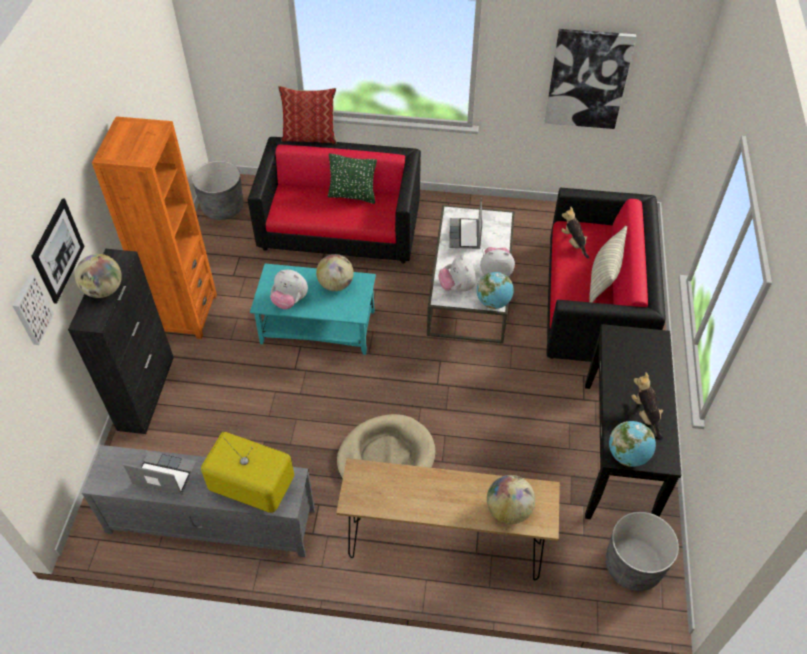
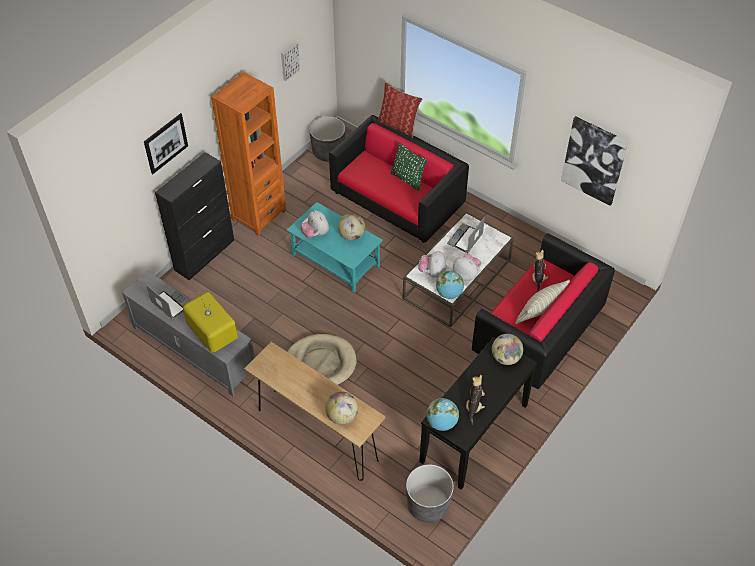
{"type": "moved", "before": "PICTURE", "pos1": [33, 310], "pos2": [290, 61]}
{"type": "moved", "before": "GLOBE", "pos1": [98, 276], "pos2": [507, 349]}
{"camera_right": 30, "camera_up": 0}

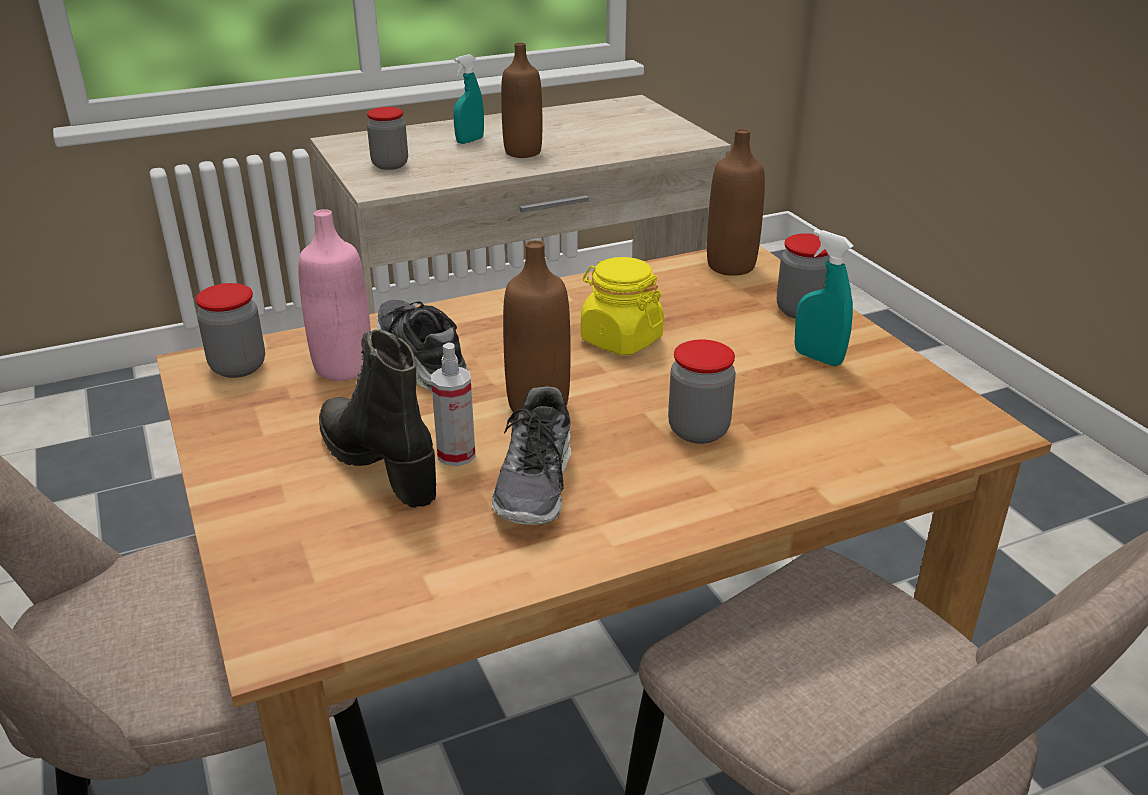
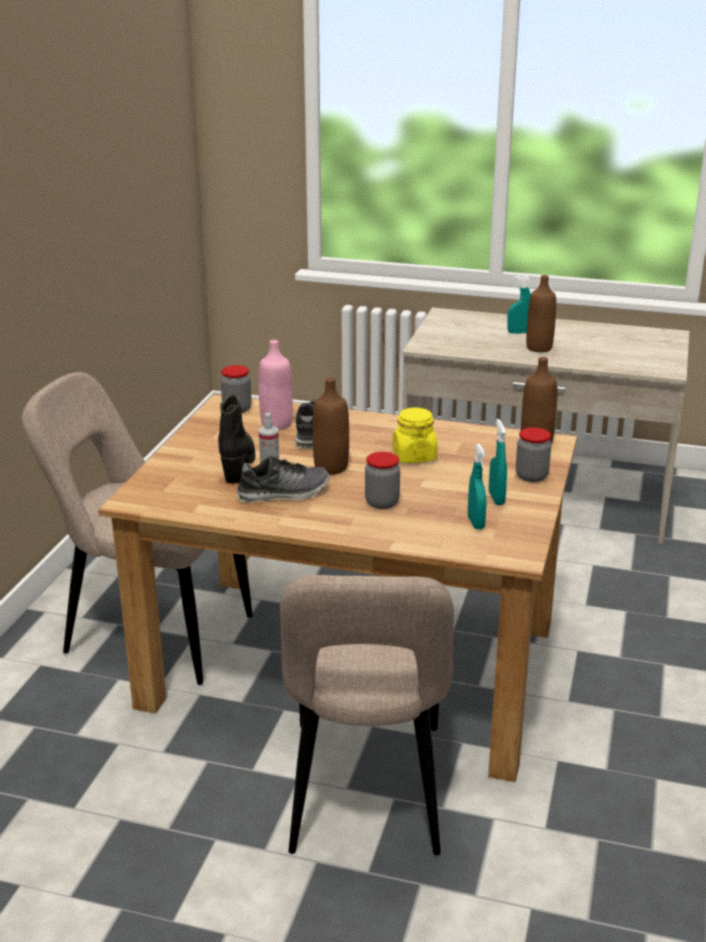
{"type": "turned", "before": "SHOE", "pos1": [531, 455], "pos2": [283, 479], "turn": -150}
{"type": "added", "after": "TURQUOISE SPRAY BOTTLE", "pos2": [477, 486]}
{"type": "removed", "before": "JAR", "pos1": [387, 138]}
{"camera_right": 40, "camera_up": -5}

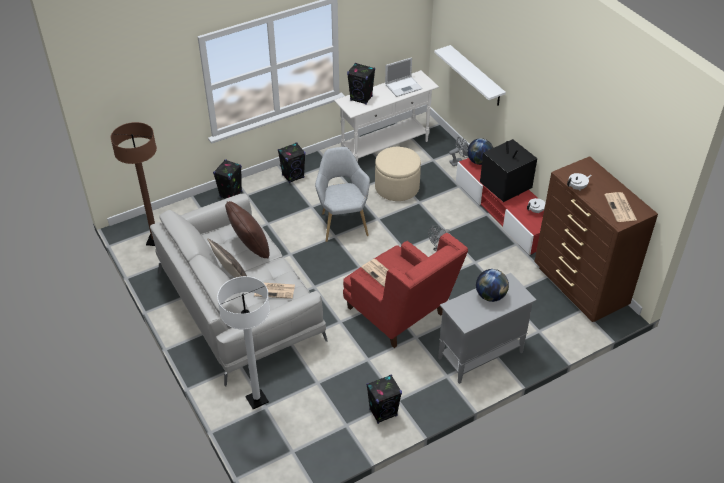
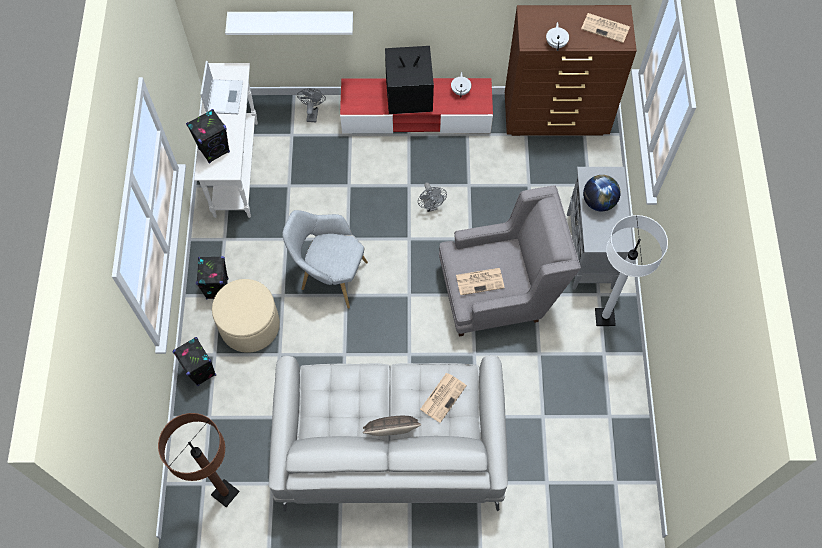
{"type": "moved", "before": "BEIGE OTTOMAN", "pos1": [398, 174], "pos2": [246, 316]}
{"type": "recoloured", "before": "RED ARMCHAIR", "after": "GREY ARMCHAIR", "pos1": [405, 290], "pos2": [510, 261]}
{"type": "moved", "before": "WHITE FLOOR LAMP", "pos1": [243, 342], "pos2": [631, 270]}
{"type": "removed", "before": "BROWN PILLOW", "pos1": [247, 230]}
{"type": "removed", "before": "BLACK SPEAKER", "pos1": [384, 399]}
{"type": "removed", "before": "GLOBE", "pos1": [480, 151]}
{"camera_right": -60, "camera_up": 20}

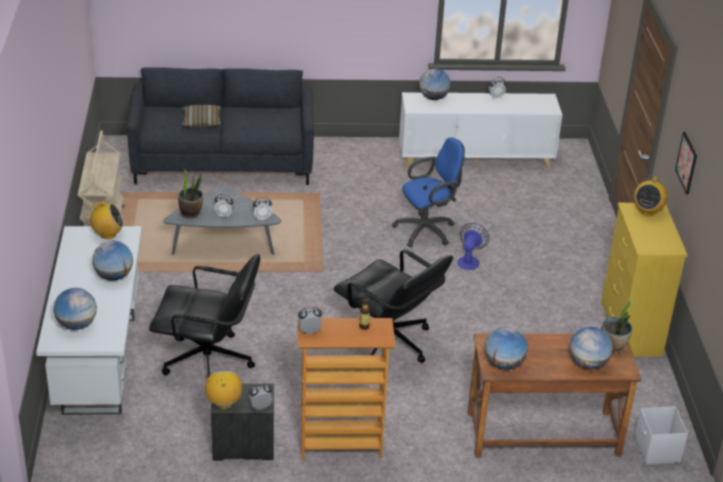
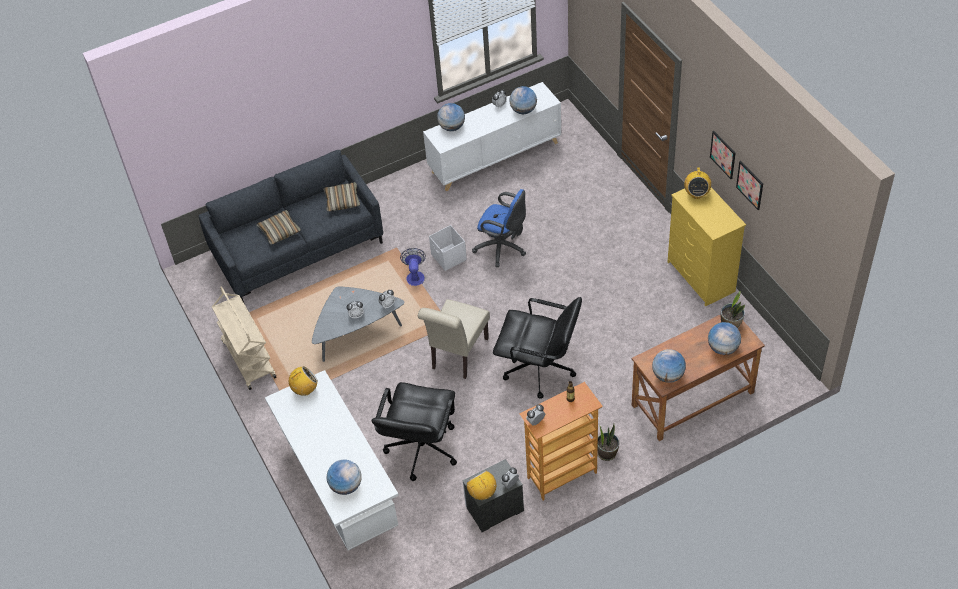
{"type": "added", "after": "PILLOW", "pos2": [341, 197]}
{"type": "turned", "before": "BLACK OFFICE CHAIR", "pos1": [204, 315], "pos2": [414, 431], "turn": 120}
{"type": "moved", "before": "FAN", "pos1": [473, 246], "pos2": [413, 267]}
{"type": "added", "after": "BEIGE CHAIR", "pos2": [454, 339]}
{"type": "moved", "before": "WHITE STORAGE BOX", "pos1": [661, 435], "pos2": [448, 248]}
{"type": "turned", "before": "BLUE OFFICE CHAIR", "pos1": [428, 192], "pos2": [499, 228], "turn": 75}
{"type": "moved", "before": "GLOBE", "pos1": [112, 260], "pos2": [523, 100]}
{"type": "moved", "before": "POTTED PLANT", "pos1": [190, 194], "pos2": [608, 442]}
{"type": "added", "after": "PICTURE", "pos2": [749, 185]}
{"camera_right": -20, "camera_up": 15}

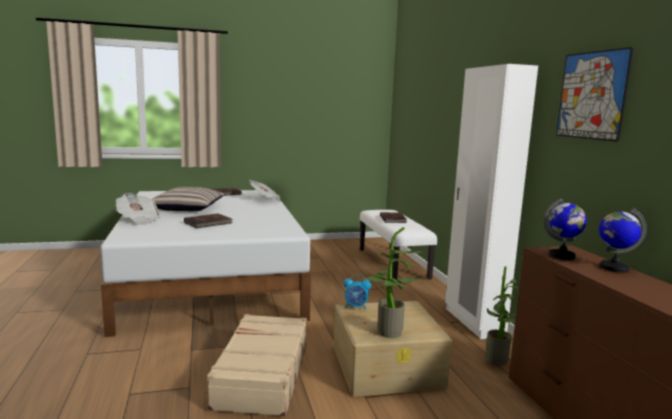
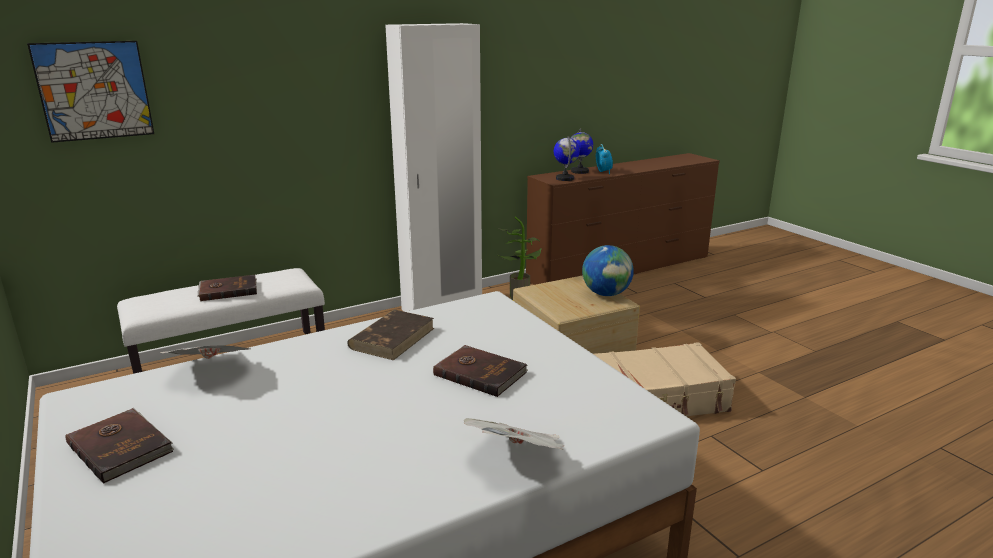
{"type": "moved", "before": "PICTURE", "pos1": [595, 94], "pos2": [90, 92]}
{"type": "added", "after": "BROWN BOOK", "pos2": [391, 335]}
{"type": "replaced", "before": "POTTED PLANT", "after": "GLOBE", "pos1": [395, 282], "pos2": [608, 270]}
{"type": "moved", "before": "ALARM CLOCK", "pos1": [357, 292], "pos2": [604, 159]}
{"type": "removed", "before": "PILLOW", "pos1": [188, 199]}
{"camera_right": -105, "camera_up": 10}

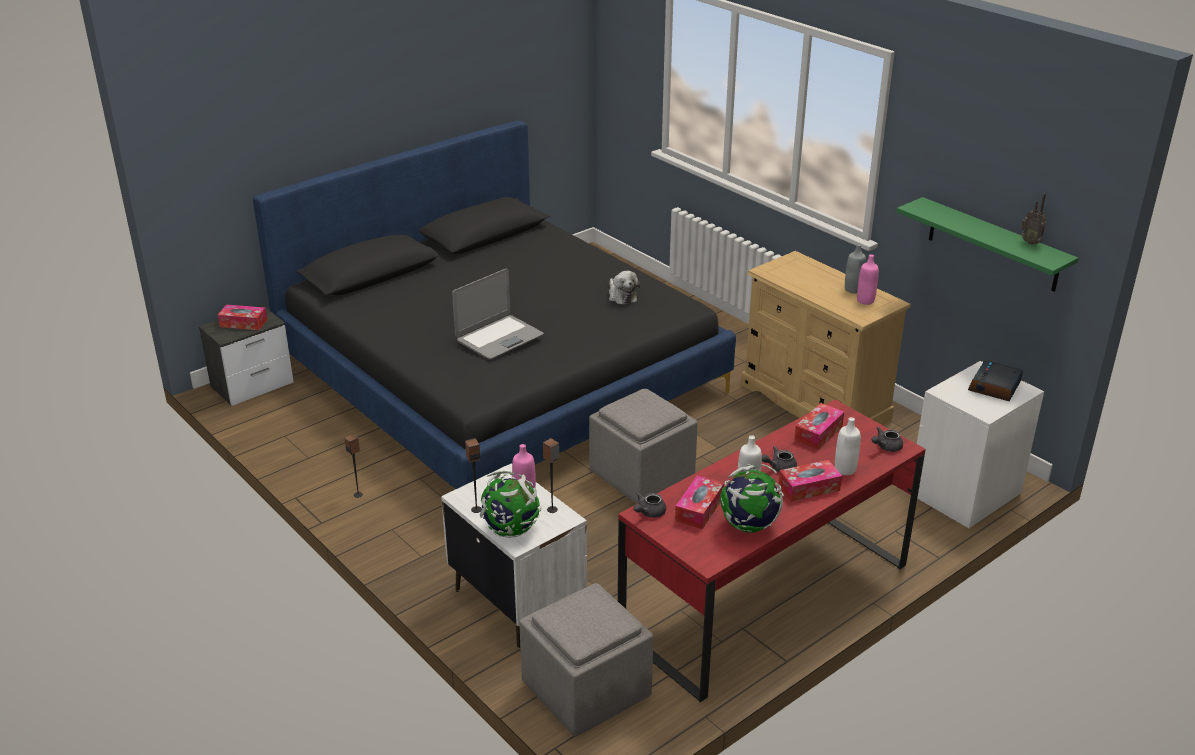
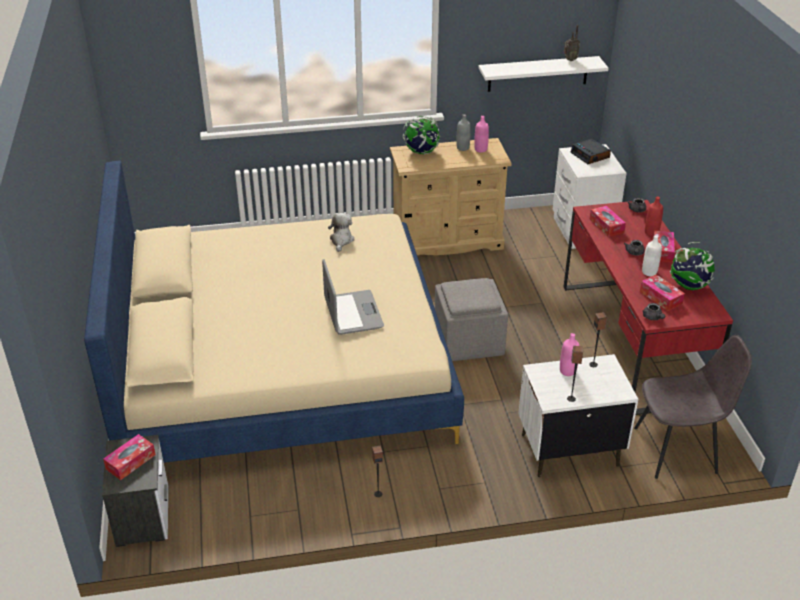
{"type": "recoloured", "before": "BLACK BED", "after": "BEIGE BED", "pos1": [494, 305], "pos2": [274, 311]}
{"type": "turned", "before": "PLUSH TOY", "pos1": [624, 288], "pos2": [341, 232], "turn": -90}
{"type": "moved", "before": "GLOBE", "pos1": [510, 504], "pos2": [421, 135]}
{"type": "recoloured", "before": "GREEN SHELF", "after": "WHITE SHELF", "pos1": [987, 244], "pos2": [544, 74]}
{"type": "replaced", "before": "GREY OTTOMAN", "after": "GREY CHAIR", "pos1": [586, 659], "pos2": [693, 407]}
{"type": "recoloured", "before": "WHITE BOTTLE", "after": "RED BOTTLE", "pos1": [848, 446], "pos2": [654, 216]}
{"camera_right": -60, "camera_up": 5}

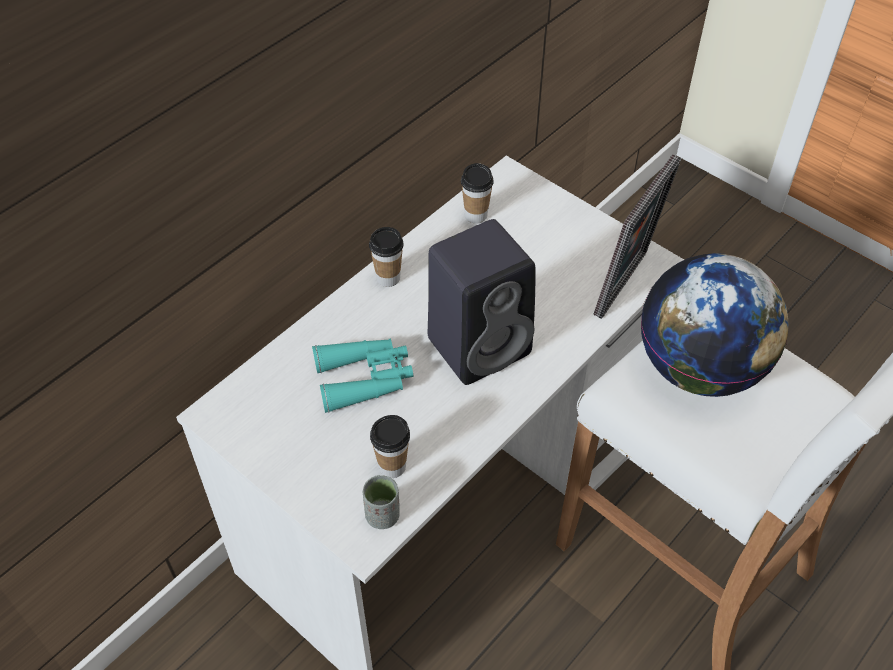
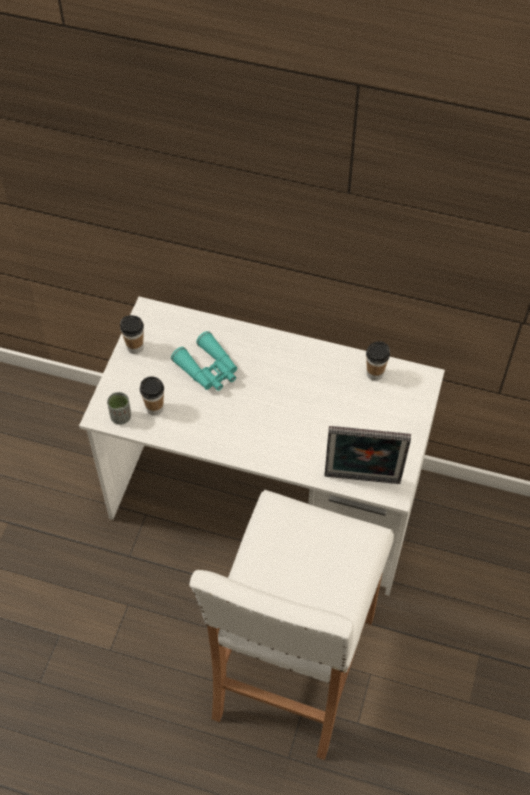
{"type": "moved", "before": "CUP", "pos1": [386, 257], "pos2": [132, 334]}
{"type": "removed", "before": "BLACK SPEAKER", "pos1": [482, 302]}
{"type": "removed", "before": "GLOBE", "pos1": [715, 325]}
{"camera_right": 65, "camera_up": 5}

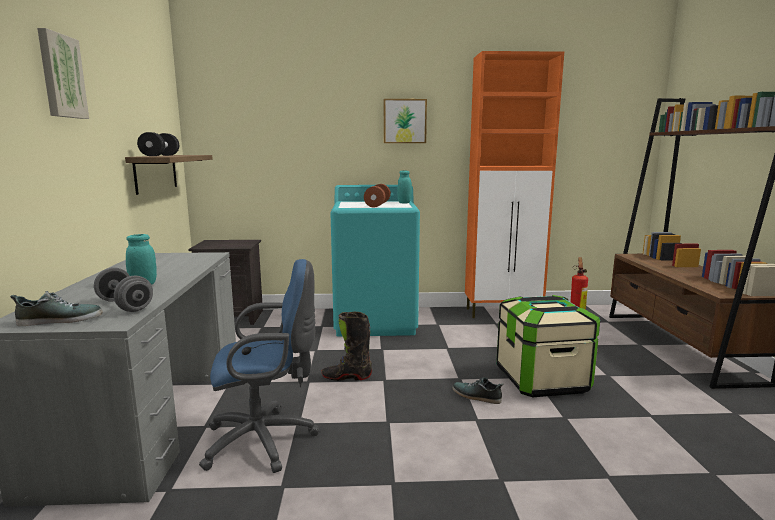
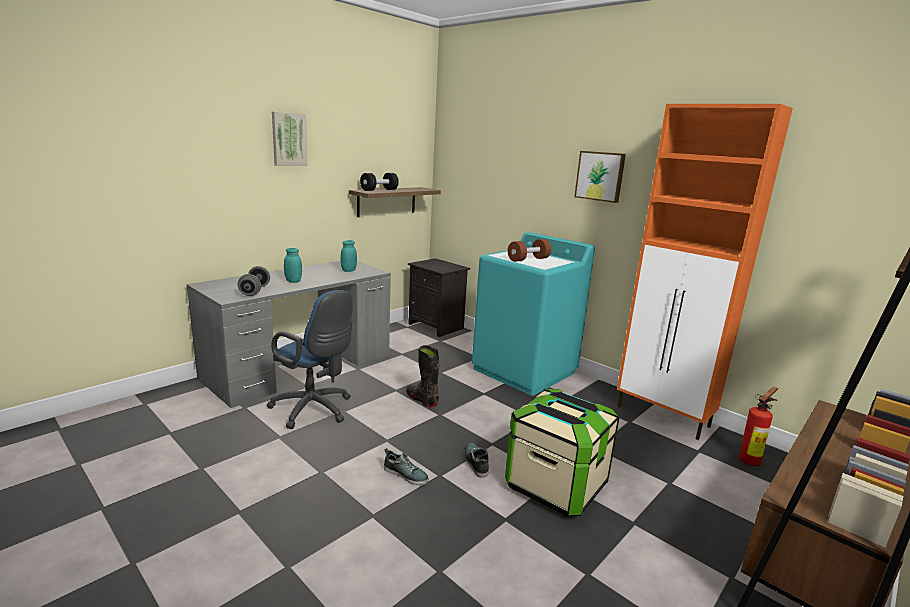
{"type": "moved", "before": "TURQUOISE JAR", "pos1": [404, 187], "pos2": [348, 256]}
{"type": "moved", "before": "SHOE", "pos1": [56, 308], "pos2": [406, 466]}
{"camera_right": 45, "camera_up": 5}

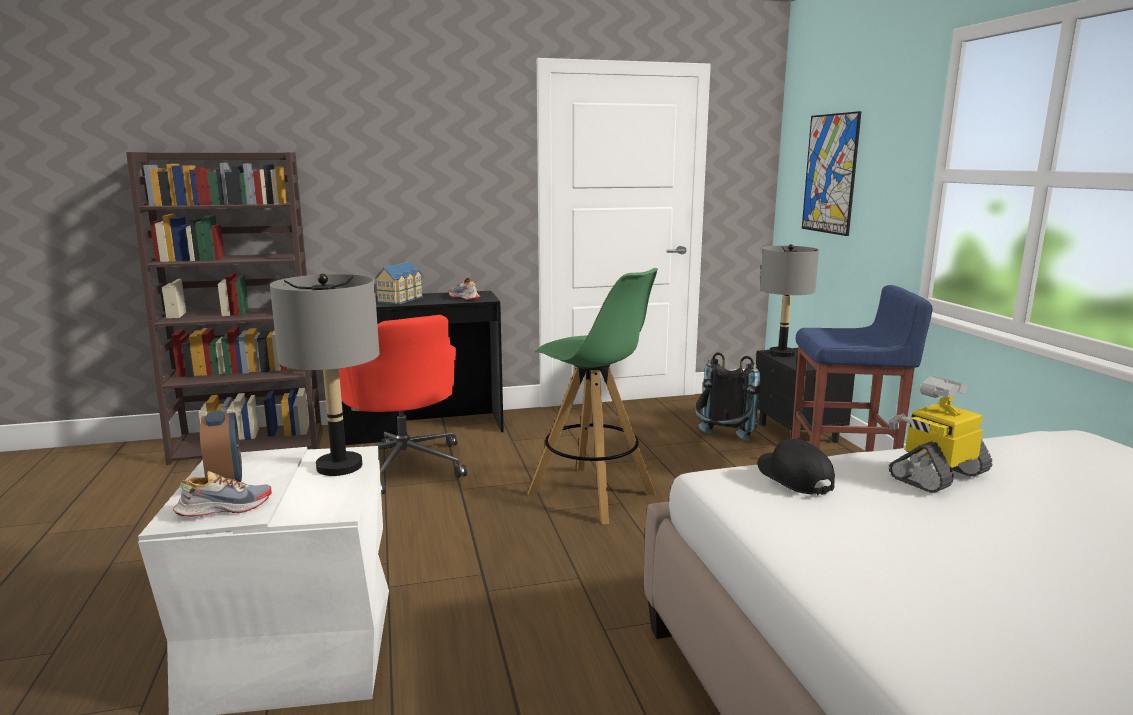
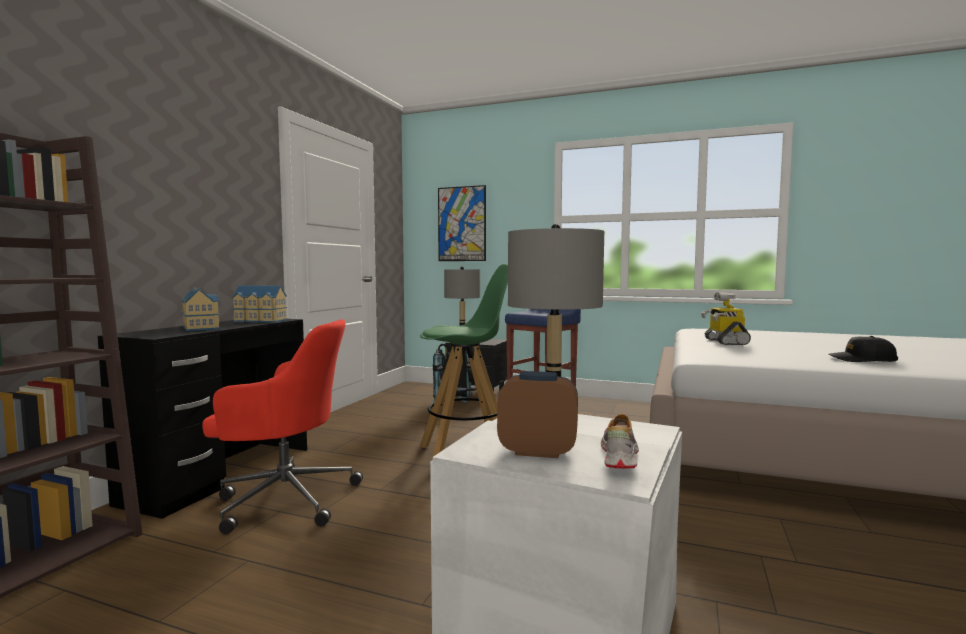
{"type": "replaced", "before": "SHOE", "after": "TOY HOUSE", "pos1": [464, 288], "pos2": [259, 304]}
{"type": "moved", "before": "BLACK CAP", "pos1": [796, 467], "pos2": [863, 349]}
{"camera_right": -55, "camera_up": -10}

